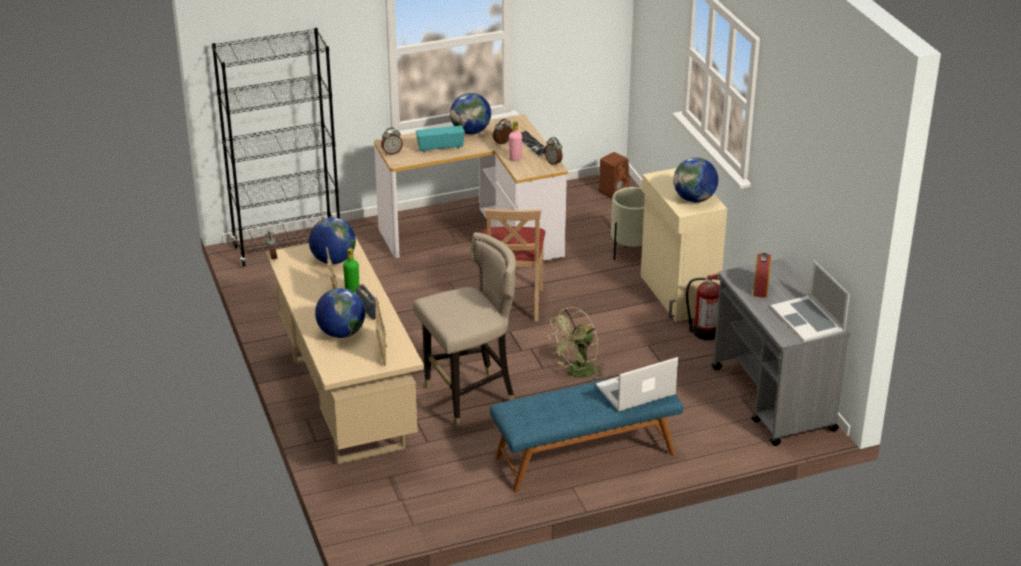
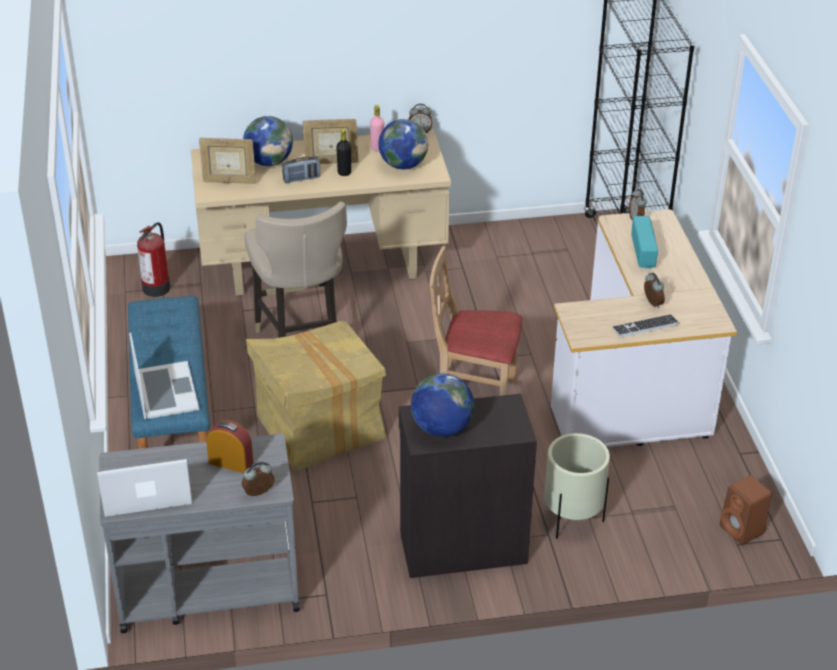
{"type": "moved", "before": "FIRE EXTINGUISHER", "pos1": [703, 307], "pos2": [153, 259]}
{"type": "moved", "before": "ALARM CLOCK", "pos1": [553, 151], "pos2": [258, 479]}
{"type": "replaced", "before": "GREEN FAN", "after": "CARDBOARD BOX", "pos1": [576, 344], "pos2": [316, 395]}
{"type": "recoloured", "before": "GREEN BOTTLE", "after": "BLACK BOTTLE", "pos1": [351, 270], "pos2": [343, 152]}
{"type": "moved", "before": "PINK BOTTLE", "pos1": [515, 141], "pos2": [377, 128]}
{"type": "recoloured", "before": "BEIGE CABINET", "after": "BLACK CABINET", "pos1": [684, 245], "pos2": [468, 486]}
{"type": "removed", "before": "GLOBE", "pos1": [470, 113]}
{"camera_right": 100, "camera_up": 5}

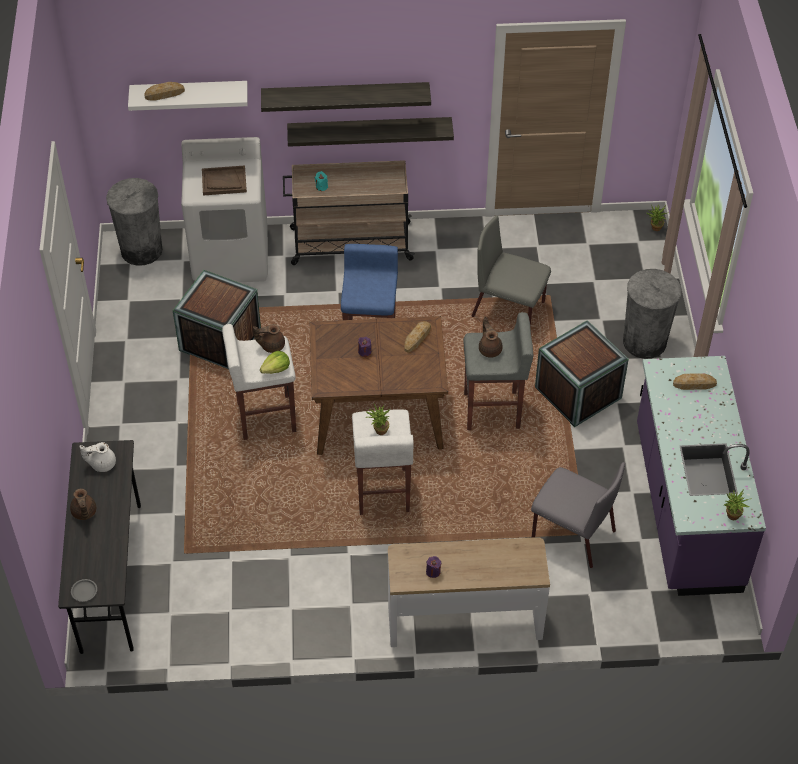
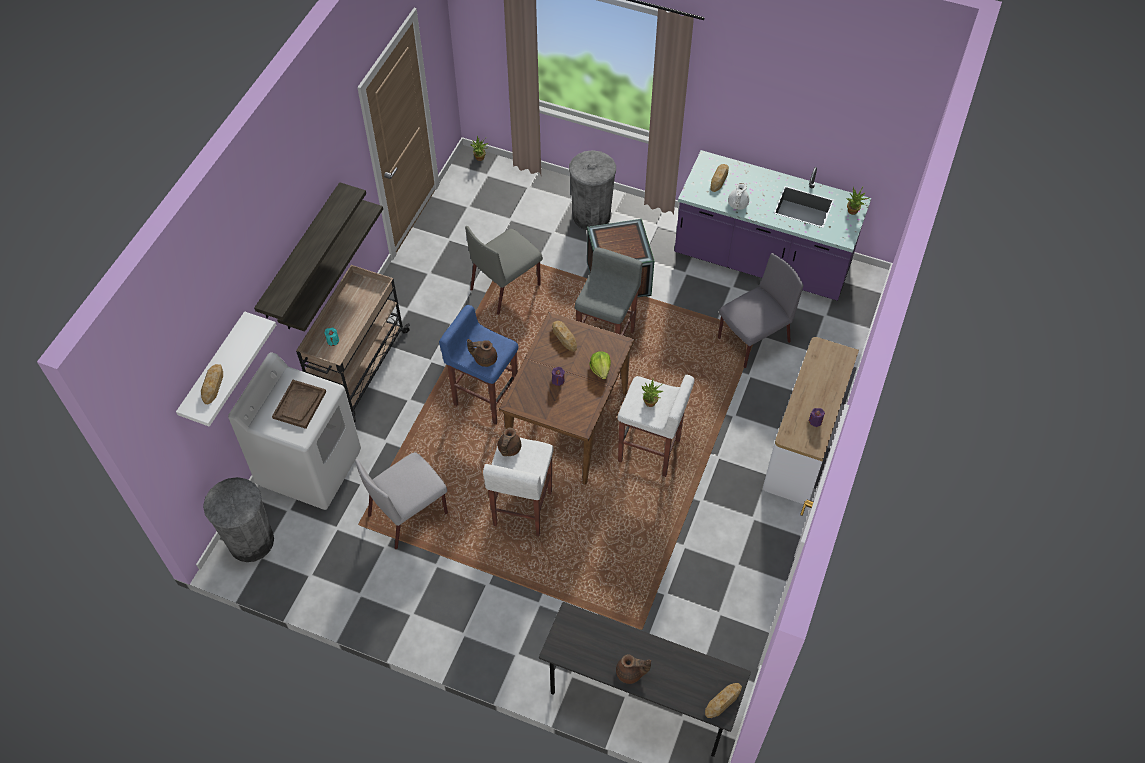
{"type": "replaced", "before": "CRATE", "after": "GREY CHAIR", "pos1": [217, 319], "pos2": [401, 500]}
{"type": "moved", "before": "BROWN TEAPOT", "pos1": [491, 337], "pos2": [482, 353]}
{"type": "moved", "before": "LETTUCE", "pos1": [275, 362], "pos2": [600, 365]}
{"type": "replaced", "before": "GREY PLATE", "after": "BREAD", "pos1": [84, 590], "pos2": [723, 700]}
{"type": "moved", "before": "WHITE TEAPOT", "pos1": [97, 457], "pos2": [738, 196]}
{"camera_right": -65, "camera_up": 5}

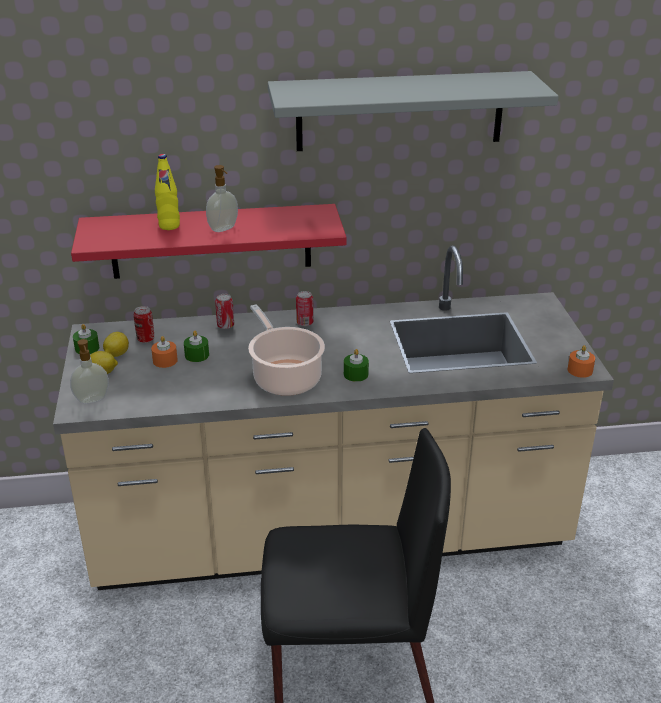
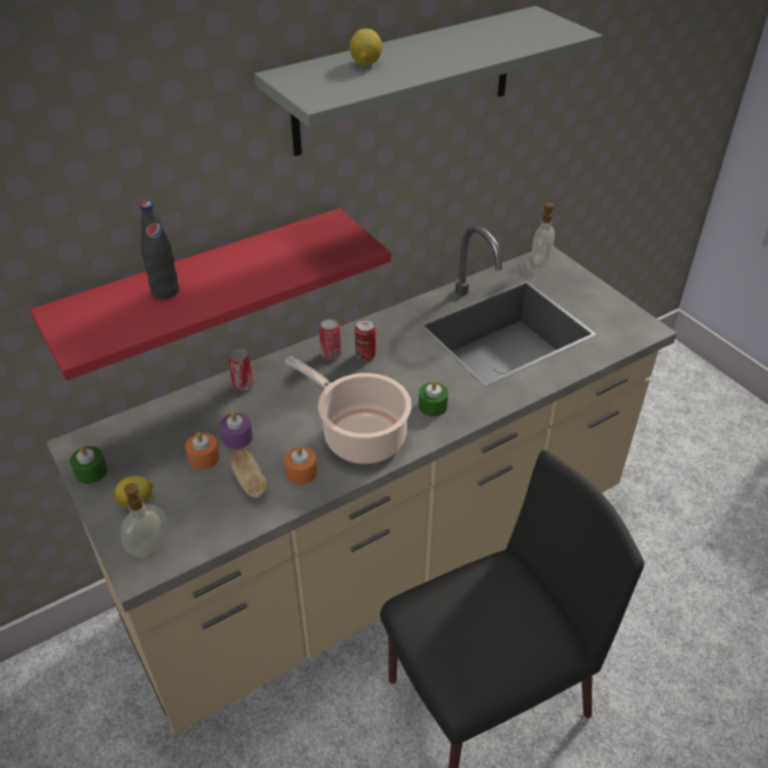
{"type": "recoloured", "before": "YELLOW BOTTLE", "after": "BLACK BOTTLE", "pos1": [167, 192], "pos2": [159, 250]}
{"type": "recoloured", "before": "GREEN CANDLE", "after": "PURPLE CANDLE", "pos1": [196, 346], "pos2": [236, 430]}
{"type": "added", "after": "BREAD", "pos2": [248, 473]}
{"type": "moved", "before": "ORANGE CANDLE", "pos1": [581, 361], "pos2": [300, 465]}
{"type": "moved", "before": "LEMON", "pos1": [116, 344], "pos2": [366, 47]}
{"type": "moved", "before": "CAN", "pos1": [144, 324], "pos2": [365, 339]}
{"type": "moved", "before": "SOAP DISPENSER", "pos1": [222, 198], "pos2": [546, 233]}
{"camera_right": -25, "camera_up": 10}

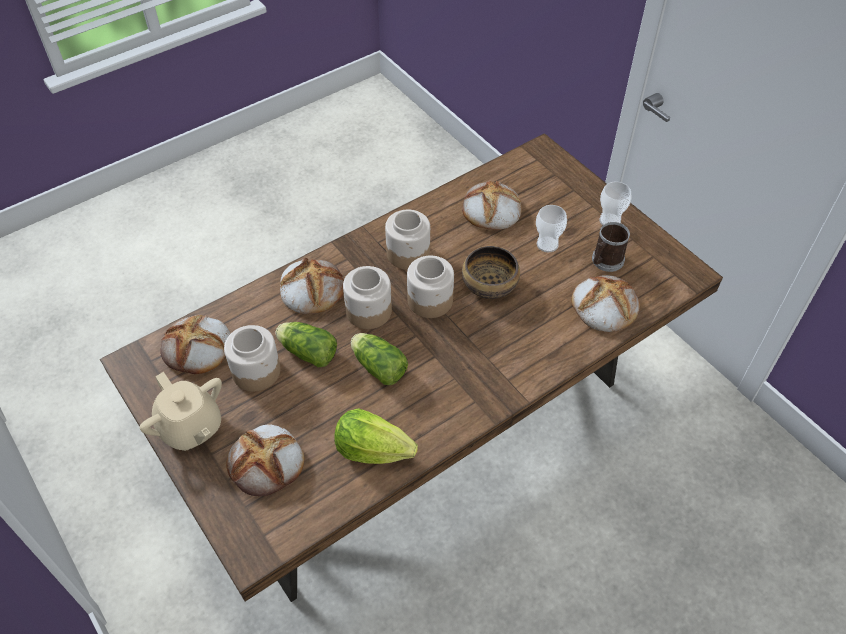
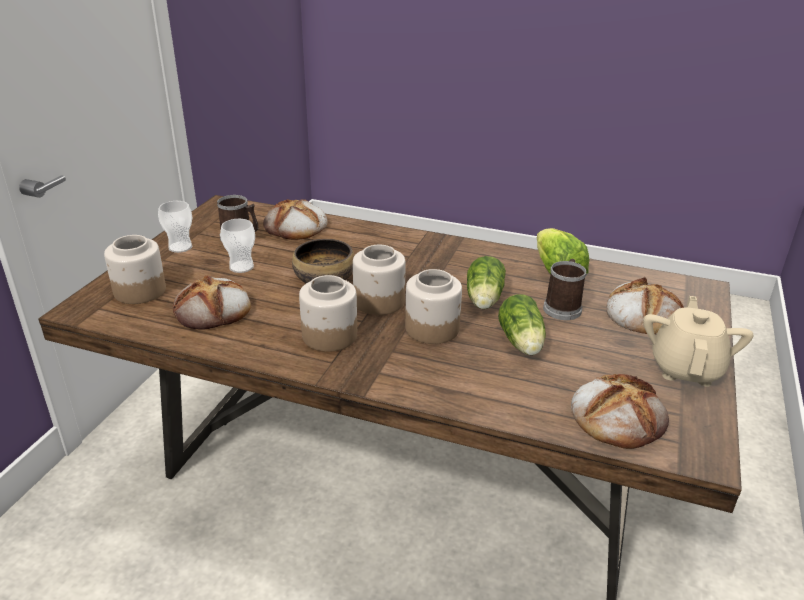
{"type": "moved", "before": "JAR", "pos1": [252, 358], "pos2": [135, 269]}
{"type": "added", "after": "MUG", "pos2": [565, 289]}
{"type": "removed", "before": "BREAD", "pos1": [312, 286]}
{"camera_right": -125, "camera_up": -20}

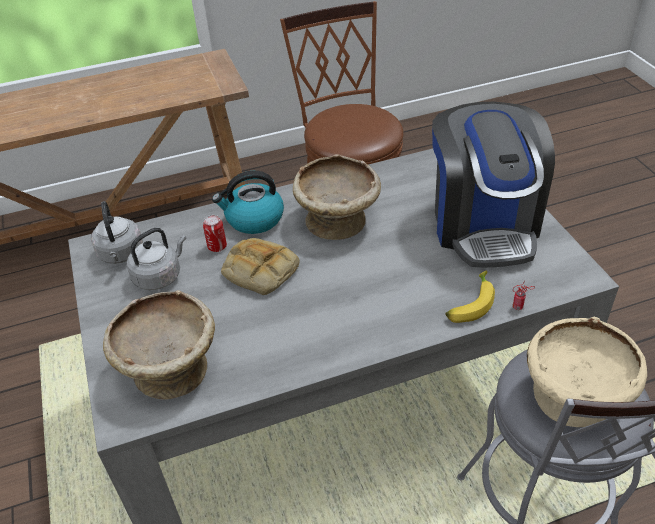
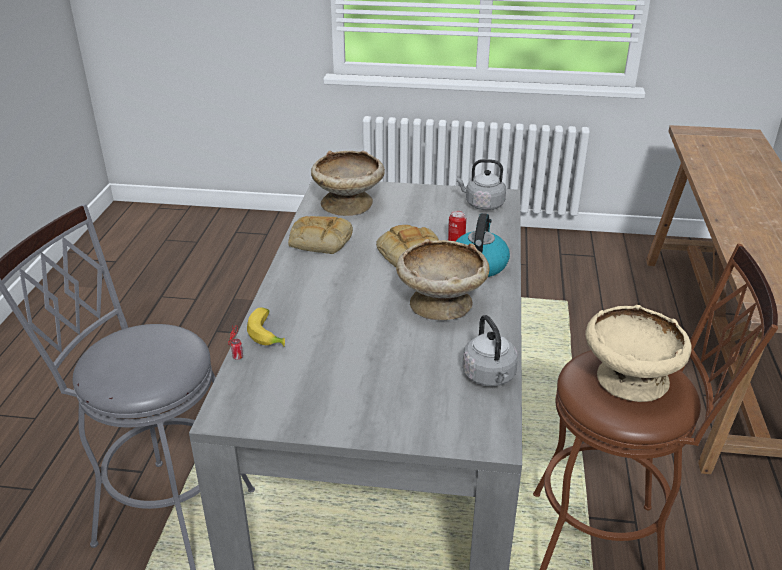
{"type": "added", "after": "BREAD", "pos2": [320, 235]}
{"type": "moved", "before": "GREY KETTLE", "pos1": [156, 259], "pos2": [490, 351]}
{"type": "moved", "before": "BEIGE BOWL", "pos1": [587, 372], "pos2": [638, 353]}
{"type": "removed", "before": "COFFEE MACHINE", "pos1": [493, 185]}
{"camera_right": 115, "camera_up": -10}

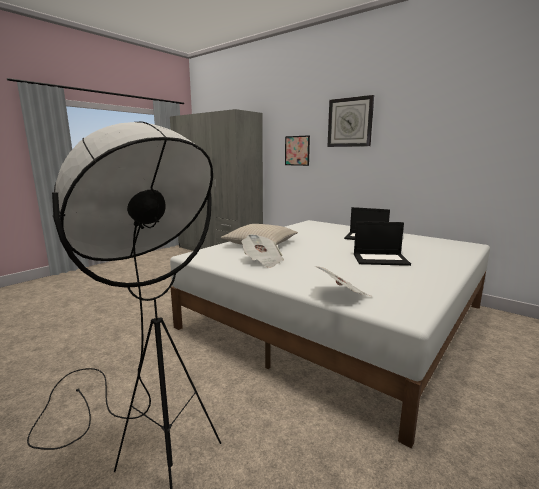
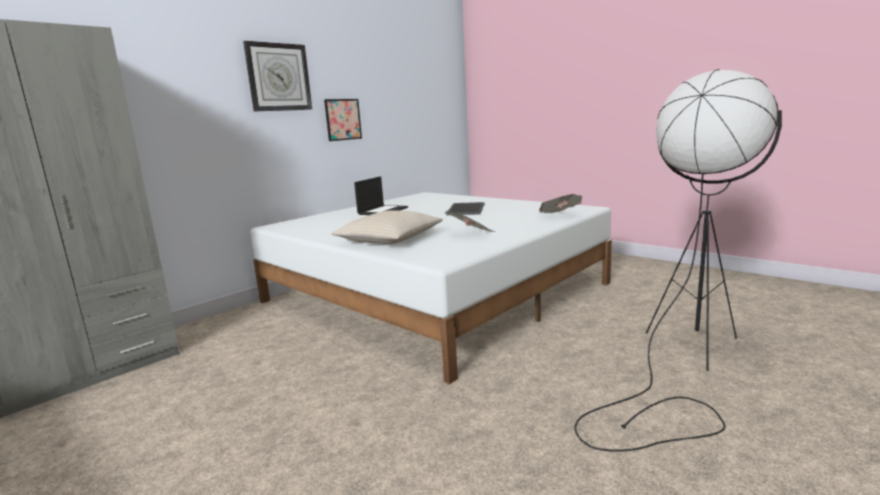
{"type": "moved", "before": "PICTURE", "pos1": [297, 150], "pos2": [343, 120]}
{"type": "replaced", "before": "LAPTOP", "after": "TRAY", "pos1": [382, 243], "pos2": [465, 208]}
{"camera_right": -85, "camera_up": 0}

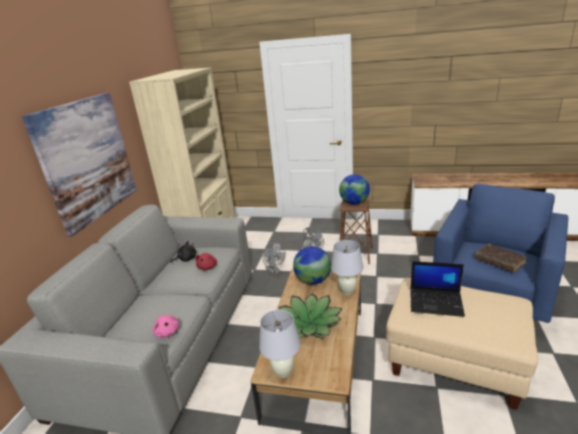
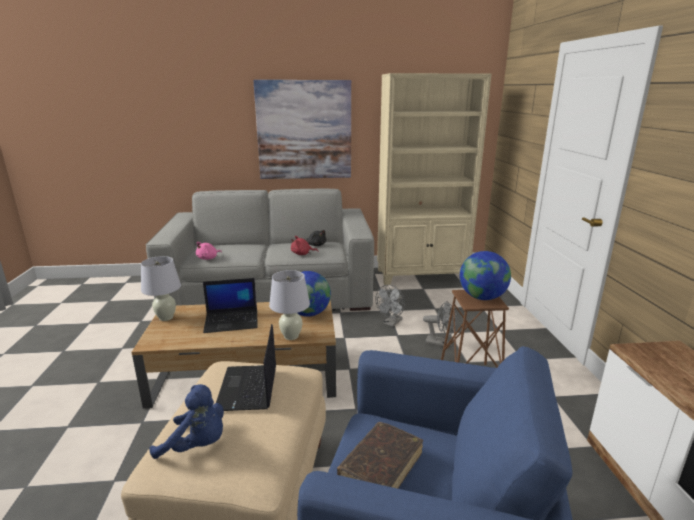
{"type": "added", "after": "BLUE PLUSH TOY", "pos2": [187, 421]}
{"type": "replaced", "before": "POTTED PLANT", "after": "LAPTOP", "pos1": [311, 316], "pos2": [230, 305]}
{"camera_right": 70, "camera_up": -5}

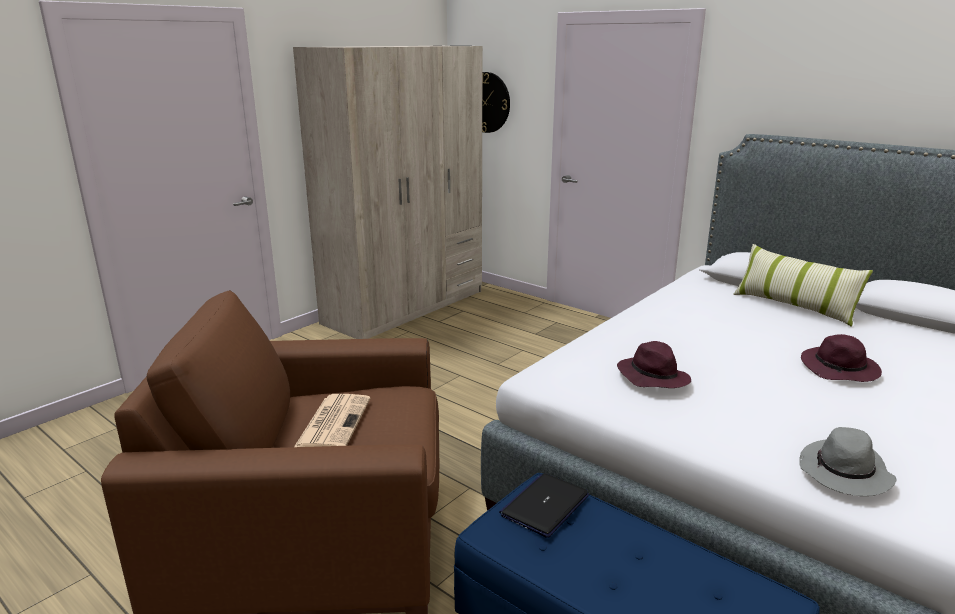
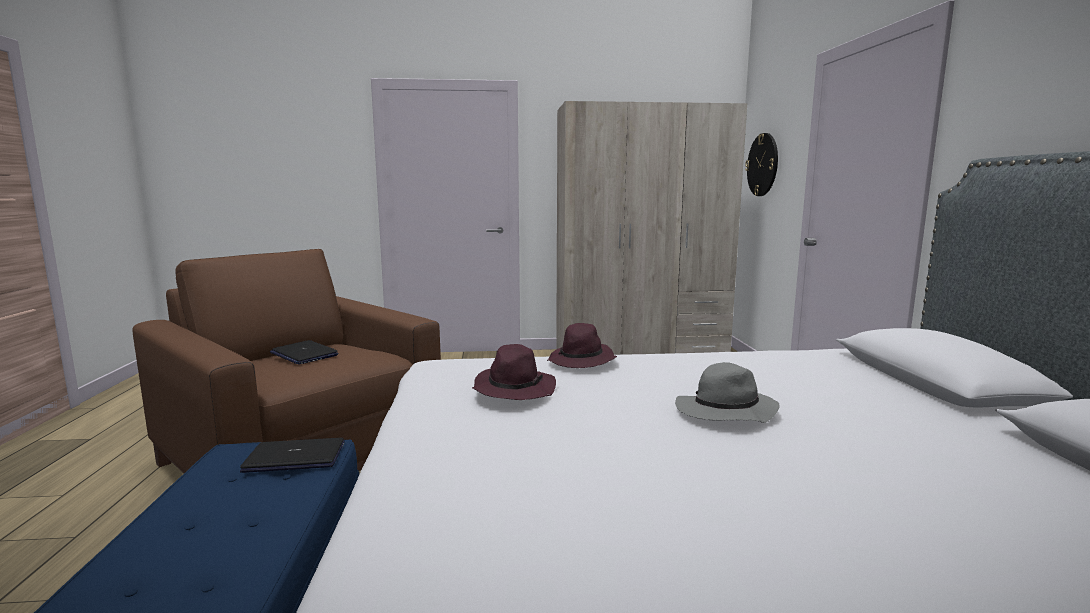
{"type": "replaced", "before": "NEWSPAPER", "after": "LAPTOP", "pos1": [332, 420], "pos2": [304, 352]}
{"type": "moved", "before": "PURPLE HAT", "pos1": [841, 358], "pos2": [582, 345]}
{"type": "moved", "before": "GREY HAT", "pos1": [848, 461], "pos2": [727, 392]}
{"type": "removed", "before": "PILLOW", "pos1": [803, 285]}
{"camera_right": 45, "camera_up": -10}

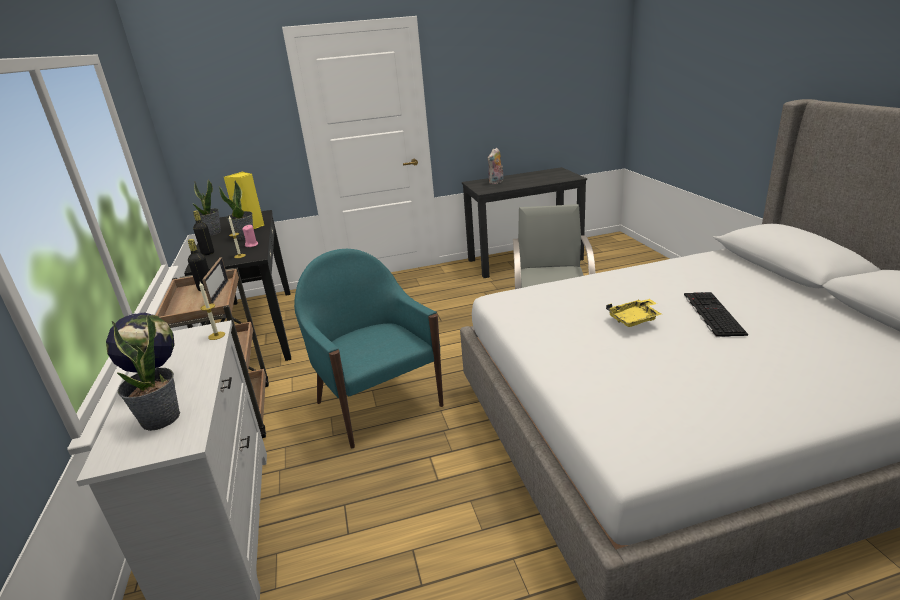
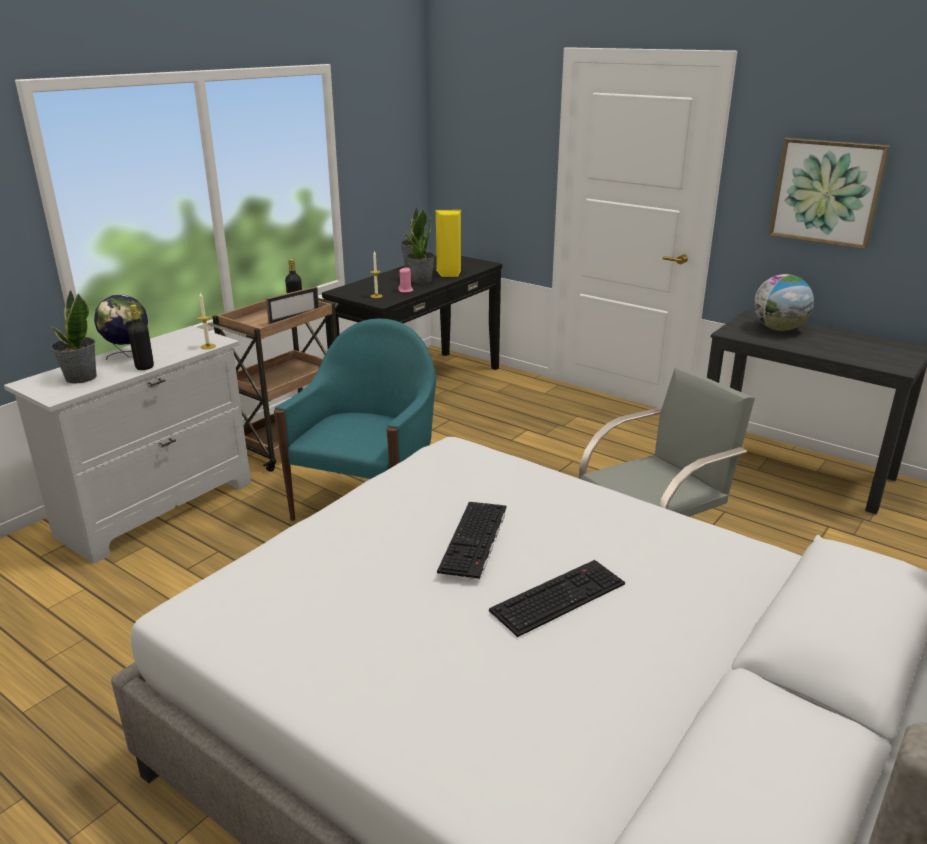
{"type": "moved", "before": "BLACK BOTTLE", "pos1": [203, 232], "pos2": [141, 337]}
{"type": "replaced", "before": "YELLOW TRAY", "after": "KEYBOARD", "pos1": [633, 313], "pos2": [471, 541]}
{"type": "replaced", "before": "PLUSH TOY", "after": "GLOBE", "pos1": [496, 165], "pos2": [784, 302]}
{"type": "added", "after": "PICTURE", "pos2": [829, 193]}
{"camera_right": 50, "camera_up": 0}

